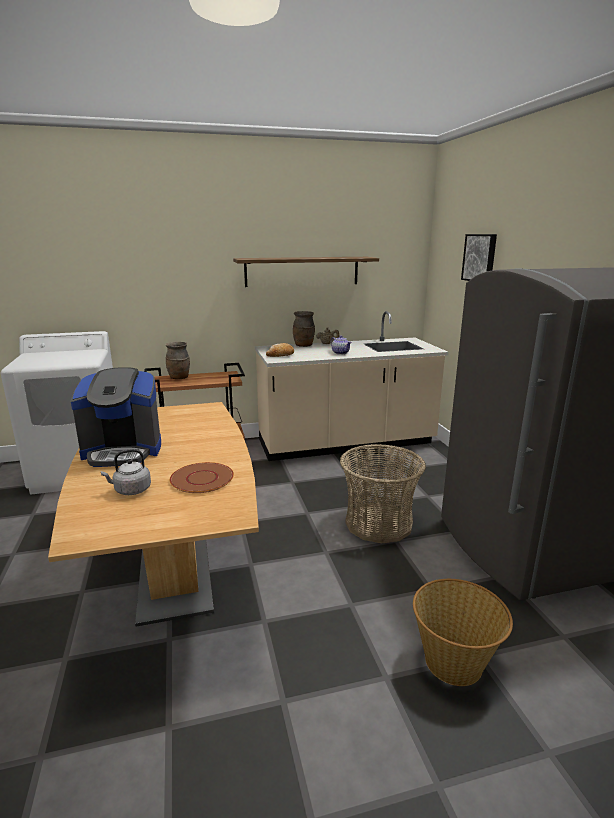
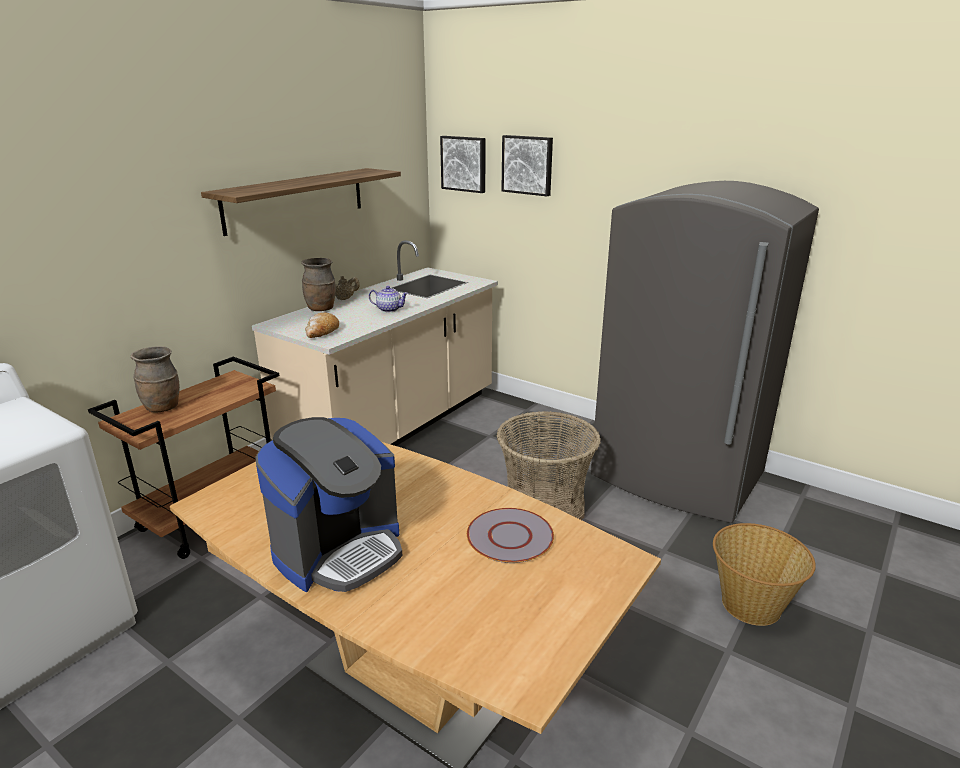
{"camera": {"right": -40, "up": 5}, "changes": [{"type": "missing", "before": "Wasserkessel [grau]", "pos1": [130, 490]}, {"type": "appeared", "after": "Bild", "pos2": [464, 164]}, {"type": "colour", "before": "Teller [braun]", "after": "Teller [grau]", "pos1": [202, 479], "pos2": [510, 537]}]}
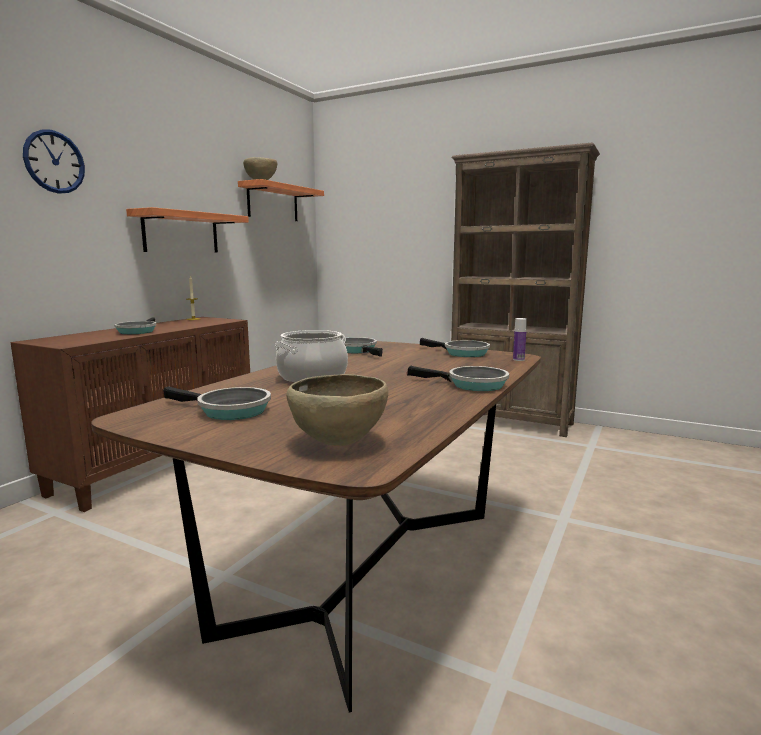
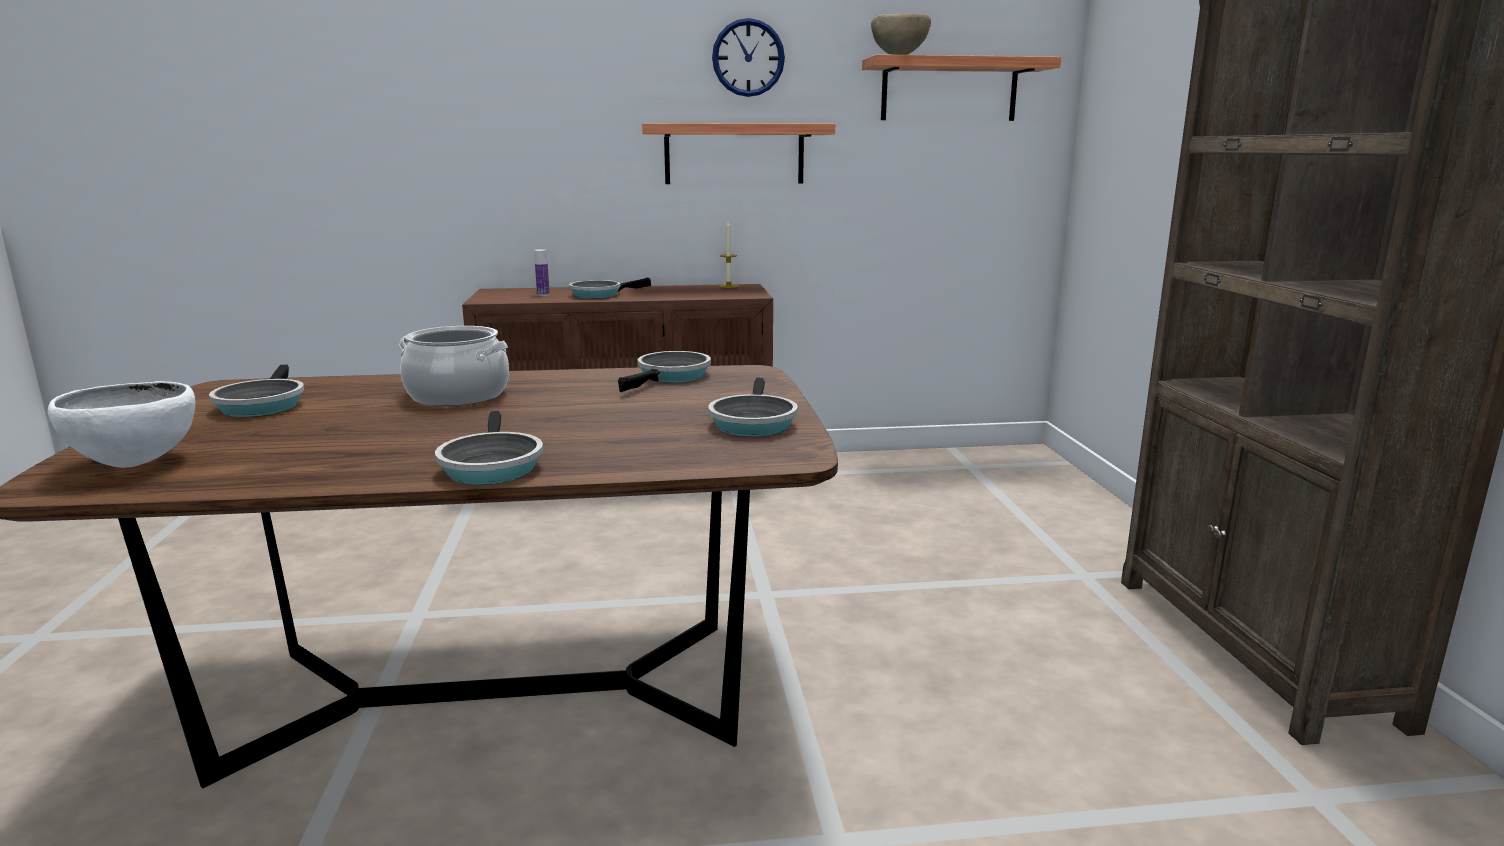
{"camera": {"right": 55, "up": 5}, "changes": [{"type": "relocated", "before": "Wanduhr", "pos1": [54, 162], "pos2": [748, 58]}, {"type": "relocated", "before": "Flasche", "pos1": [518, 359], "pos2": [543, 294]}, {"type": "colour", "before": "Schüssel [braun]", "after": "Schüssel [weiß]", "pos1": [339, 443], "pos2": [136, 464]}]}
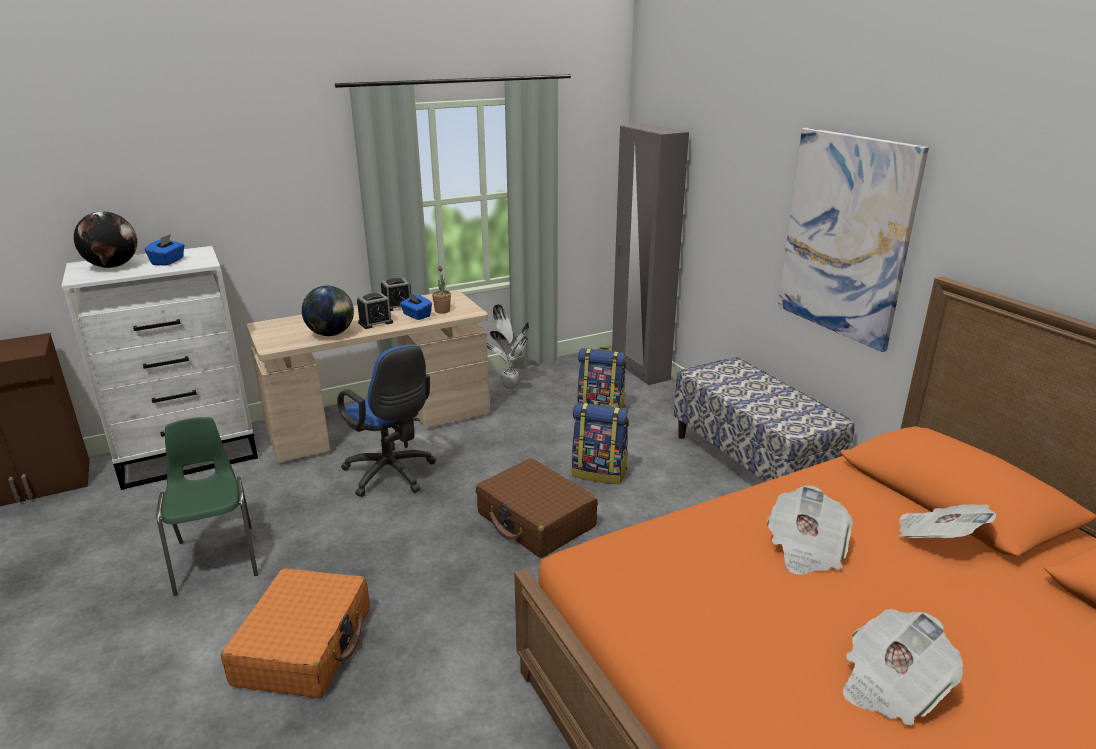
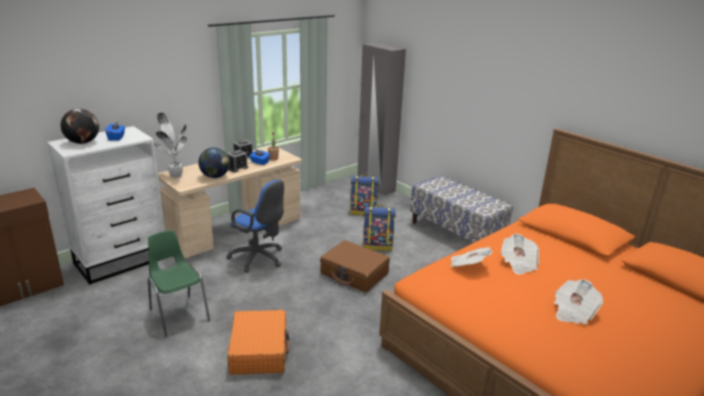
{"camera": {"right": -15, "up": 0}, "changes": [{"type": "missing", "before": "Bild", "pos1": [846, 236]}, {"type": "relocated", "before": "Topfpflanze", "pos1": [509, 387], "pos2": [175, 175]}, {"type": "relocated", "before": "Zeitung", "pos1": [936, 538], "pos2": [468, 266]}]}
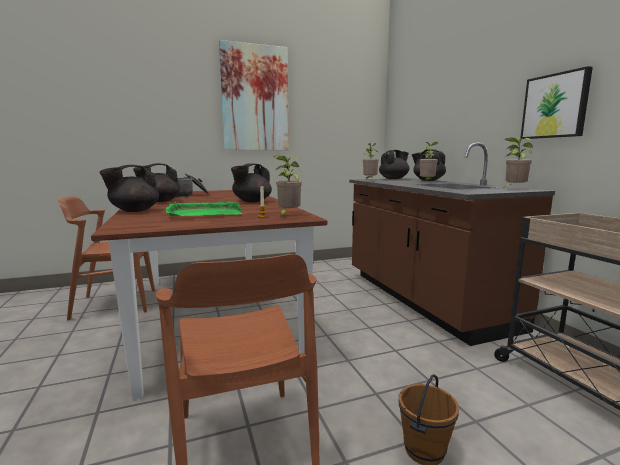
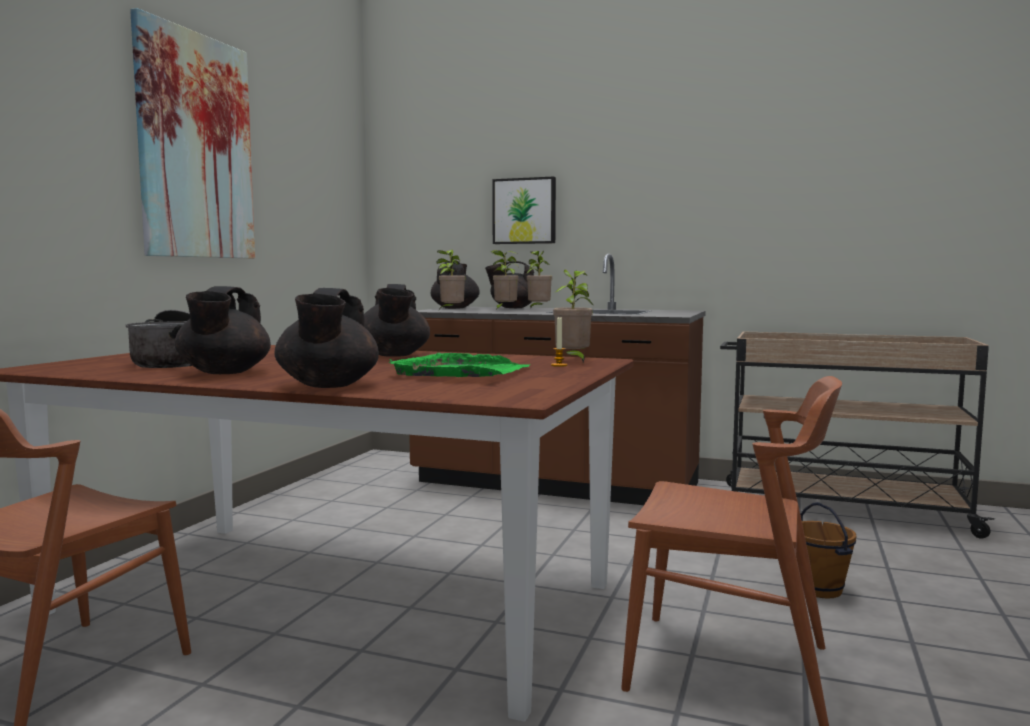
{"camera": {"right": -50, "up": -5}, "changes": [{"type": "relocated", "before": "Topfpflanze", "pos1": [513, 189], "pos2": [504, 310]}, {"type": "relocated", "before": "Bild", "pos1": [555, 106], "pos2": [524, 211]}]}
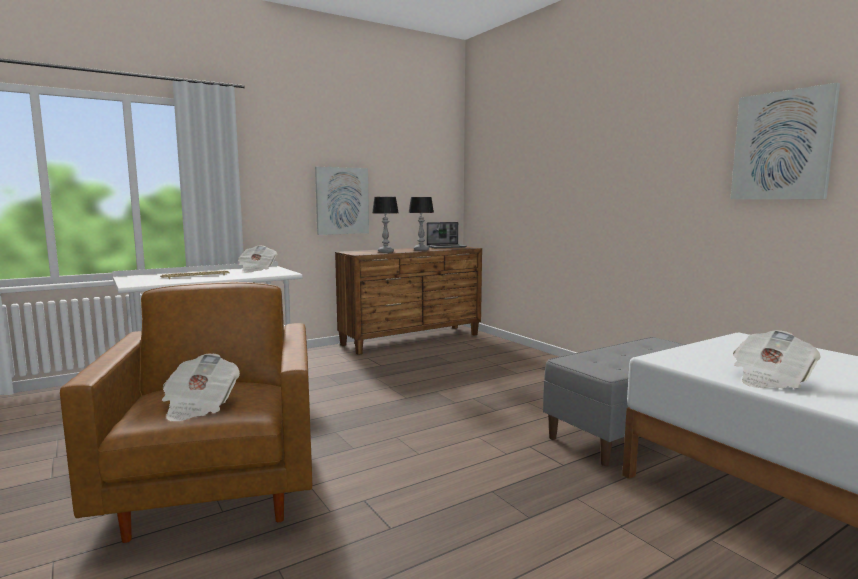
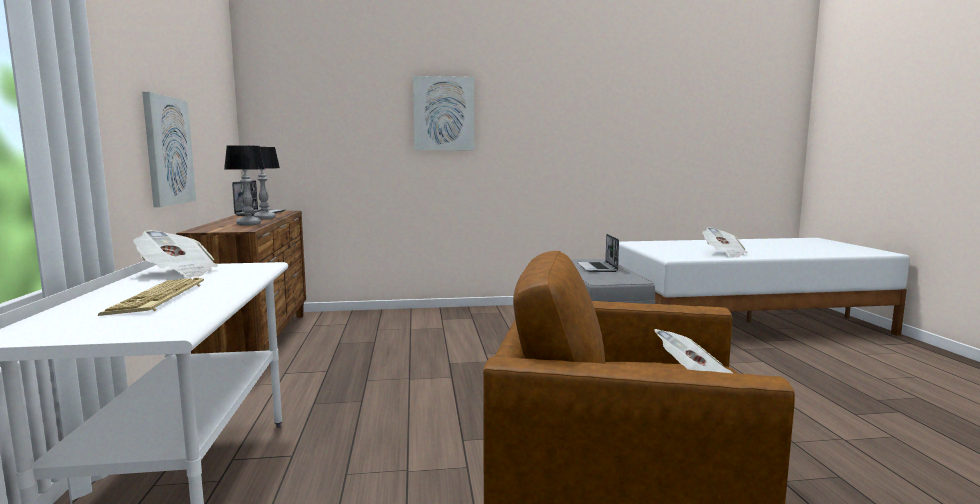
{"camera": {"right": -65, "up": 0}, "changes": [{"type": "appeared", "after": "Laptop", "pos2": [597, 268]}, {"type": "relocated", "before": "Bild", "pos1": [782, 146], "pos2": [443, 114]}]}
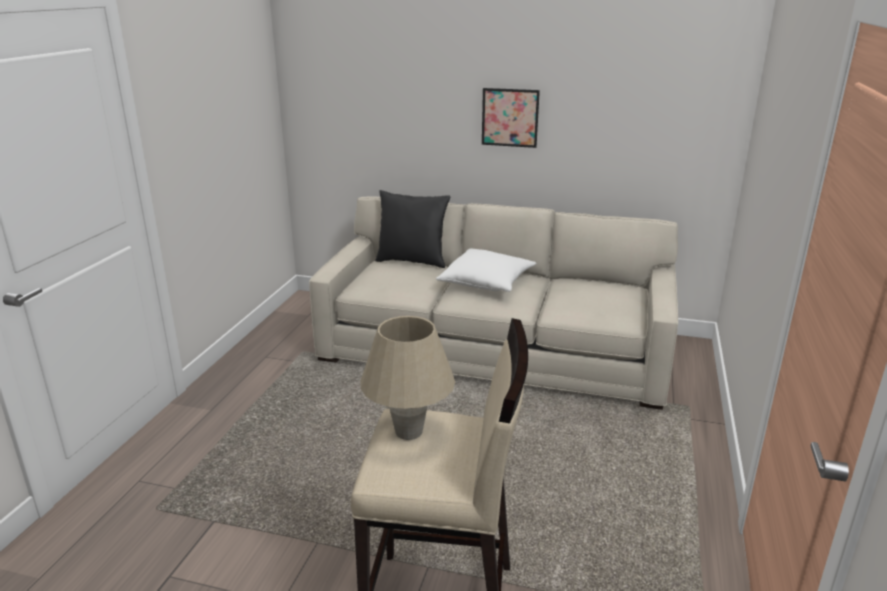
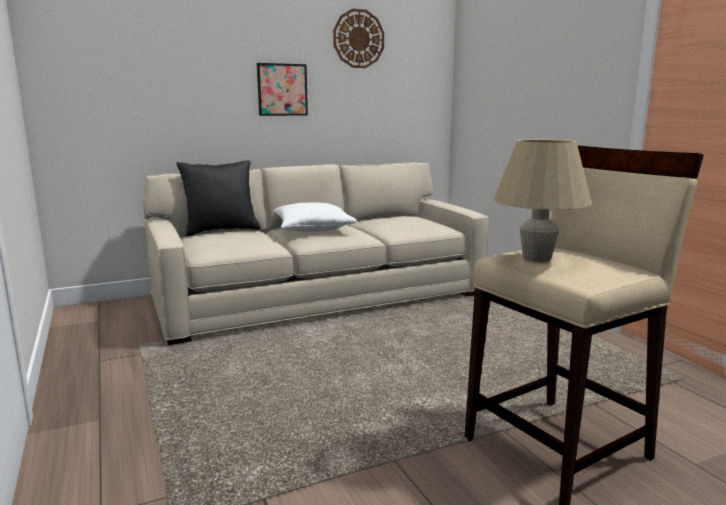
{"camera": {"right": -40, "up": -10}, "changes": [{"type": "appeared", "after": "Wanduhr", "pos2": [358, 39]}]}
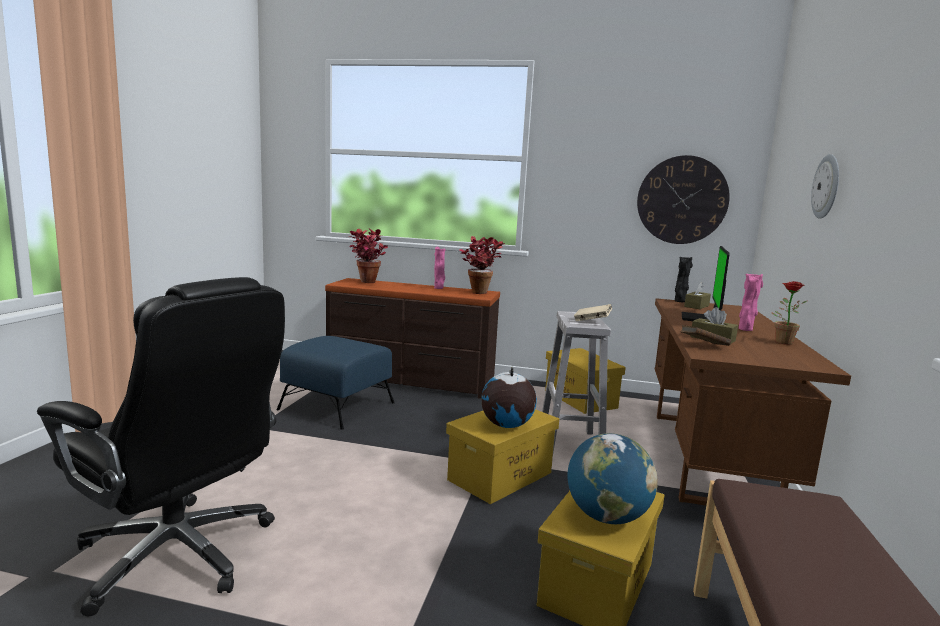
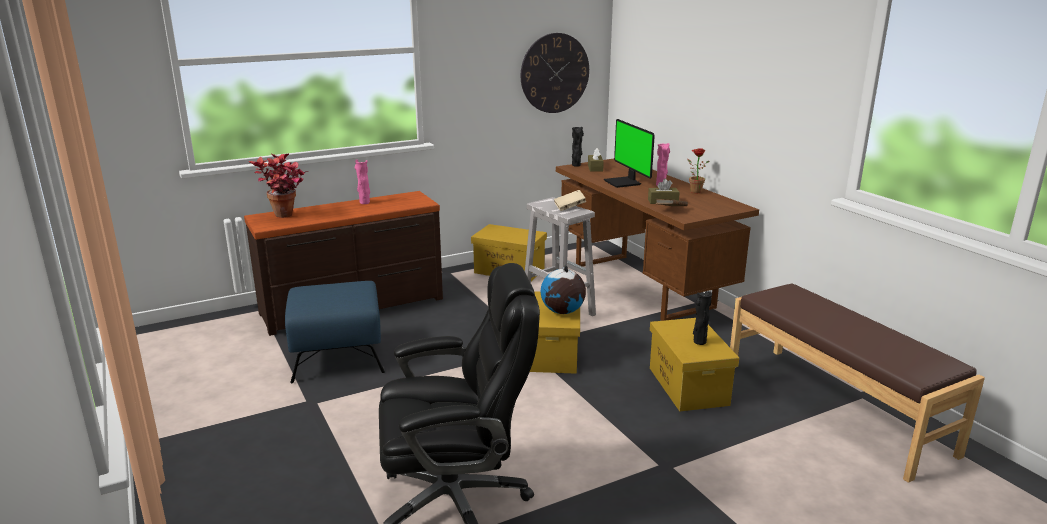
{"camera": {"right": -40, "up": 10}, "changes": [{"type": "missing", "before": "Topfpflanze", "pos1": [479, 292]}, {"type": "missing", "before": "Wanduhr", "pos1": [827, 186]}, {"type": "exchanged", "before": "Globus", "after": "Vase [schwarz]", "pos1": [606, 517], "pos2": [699, 342]}]}
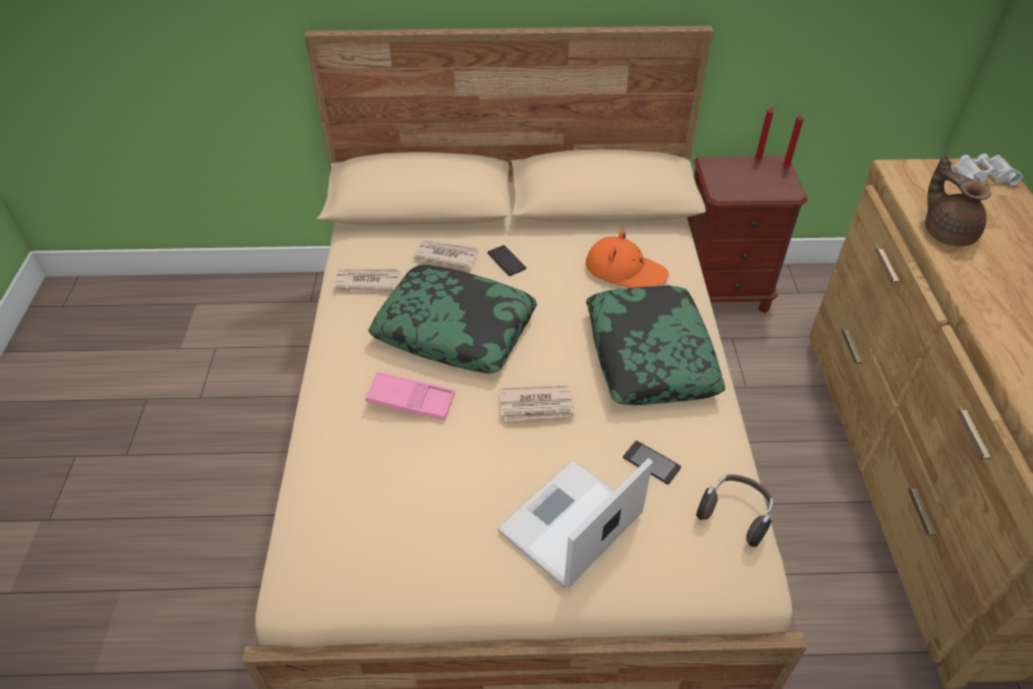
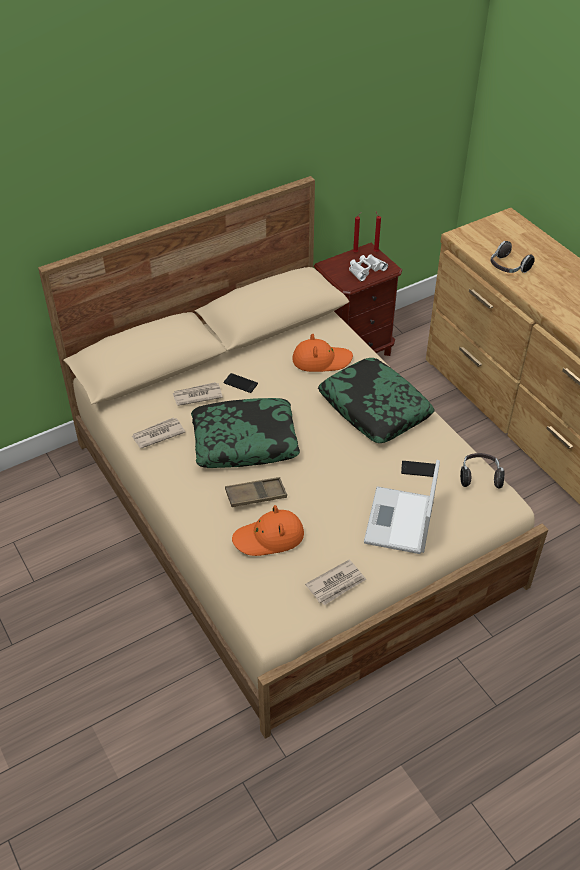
{"camera": {"right": -30, "up": 0}, "changes": [{"type": "appeared", "after": "Hut [orange]", "pos2": [269, 537]}, {"type": "relocated", "before": "Zeitung", "pos1": [537, 406], "pos2": [336, 584]}, {"type": "relocated", "before": "Fernglas [weiß]", "pos1": [981, 175], "pos2": [365, 269]}, {"type": "exchanged", "before": "Teekanne [braun]", "after": "Kopfhörer", "pos1": [947, 232], "pos2": [508, 268]}, {"type": "colour", "before": "Tablett [rosa]", "after": "Tablett [braun]", "pos1": [411, 400], "pos2": [256, 495]}]}
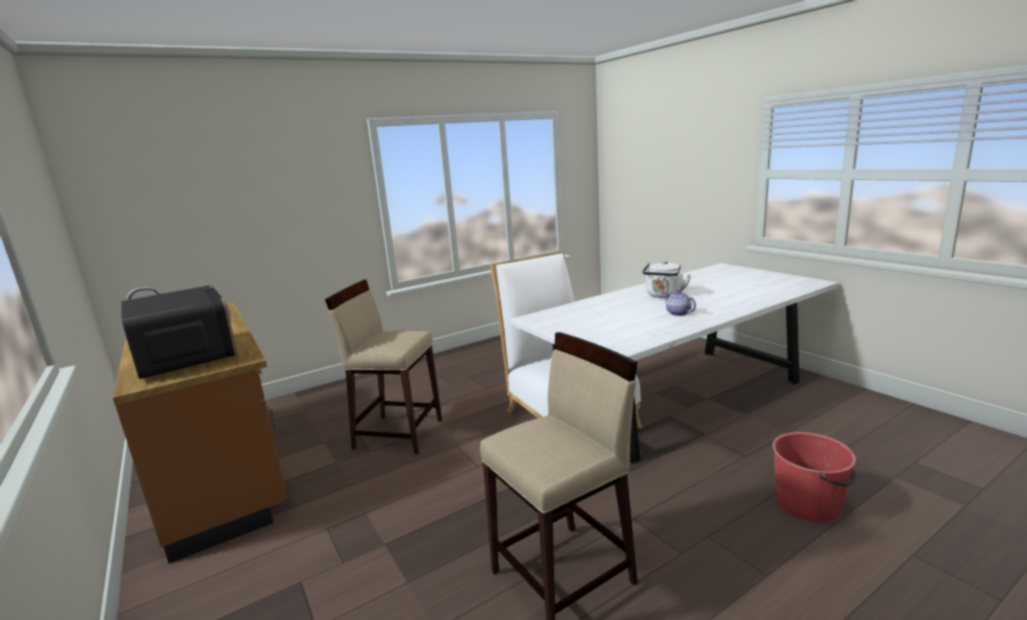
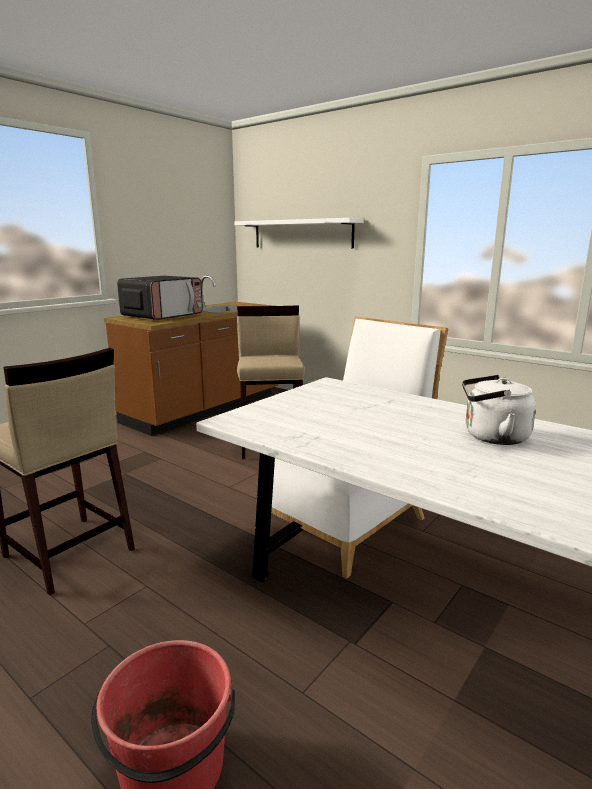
{"camera": {"right": 70, "up": 0}, "changes": [{"type": "missing", "before": "Teekanne", "pos1": [678, 313]}, {"type": "appeared", "after": "Wandregal [weiß]", "pos2": [302, 234]}]}
